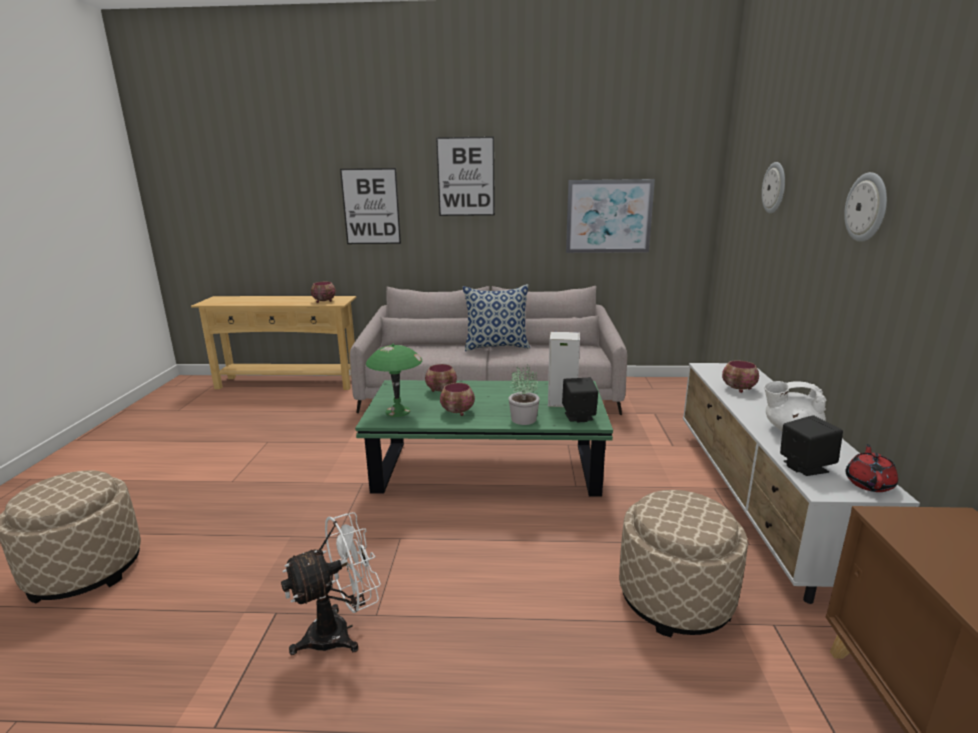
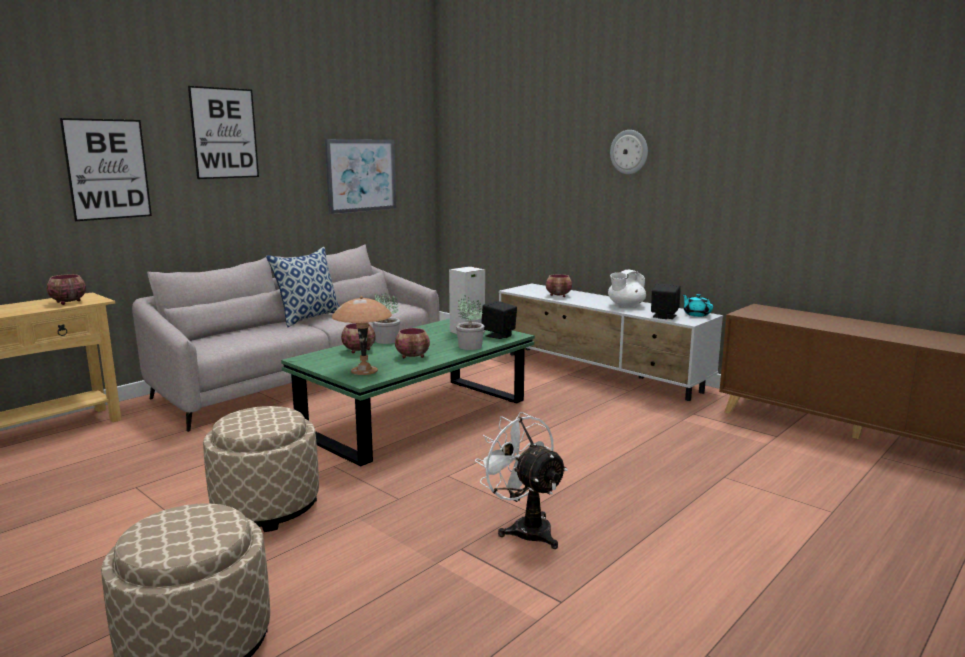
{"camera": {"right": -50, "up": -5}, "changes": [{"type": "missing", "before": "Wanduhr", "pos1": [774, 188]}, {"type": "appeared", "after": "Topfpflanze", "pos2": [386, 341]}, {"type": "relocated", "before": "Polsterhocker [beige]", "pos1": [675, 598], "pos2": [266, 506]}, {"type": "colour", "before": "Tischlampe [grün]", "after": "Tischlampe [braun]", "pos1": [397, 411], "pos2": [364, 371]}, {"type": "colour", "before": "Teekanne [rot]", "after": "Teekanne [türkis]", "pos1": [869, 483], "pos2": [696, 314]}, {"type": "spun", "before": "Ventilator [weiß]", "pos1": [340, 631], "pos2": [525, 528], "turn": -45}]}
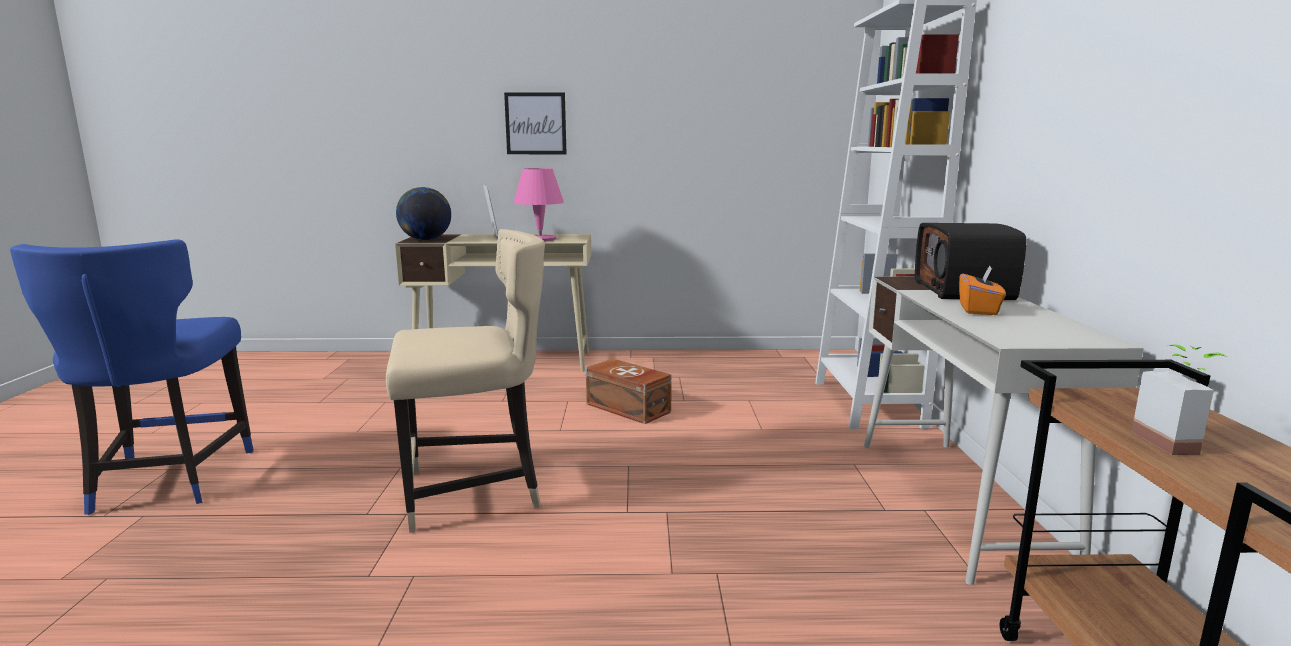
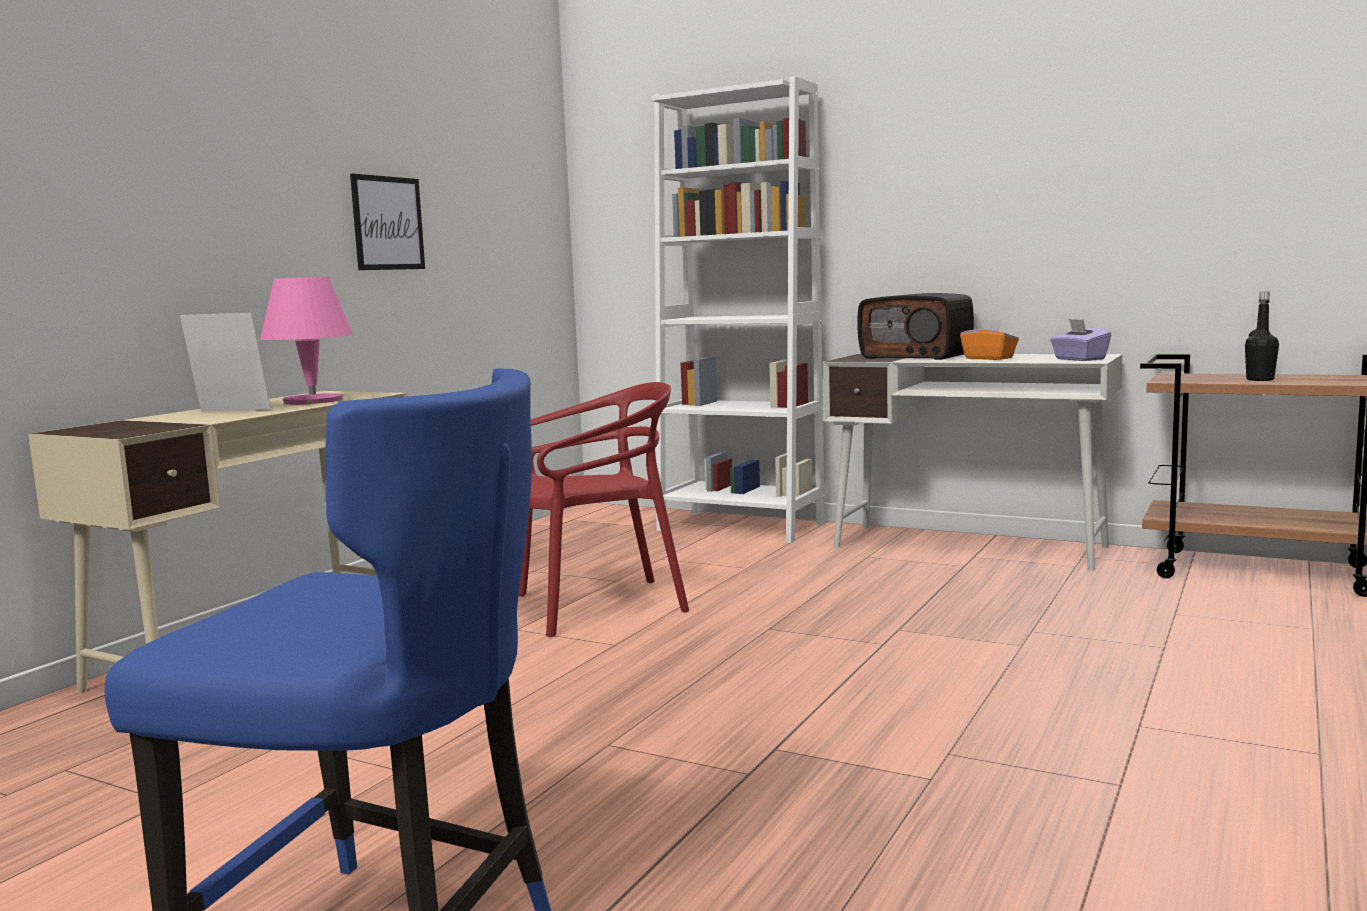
{"camera": {"right": -60, "up": -5}, "changes": [{"type": "missing", "before": "Stuhl [beige]", "pos1": [476, 492]}, {"type": "missing", "before": "Globus", "pos1": [425, 240]}, {"type": "appeared", "after": "Taschentuchbox [lila]", "pos2": [1079, 359]}, {"type": "relocated", "before": "Bild", "pos1": [535, 123], "pos2": [388, 223]}, {"type": "exchanged", "before": "Aufbewahrungsbox [braun]", "after": "Stuhl [rot]", "pos1": [628, 408], "pos2": [599, 606]}, {"type": "exchanged", "before": "Topfpflanze", "after": "Flasche [schwarz]", "pos1": [1176, 442], "pos2": [1260, 379]}]}
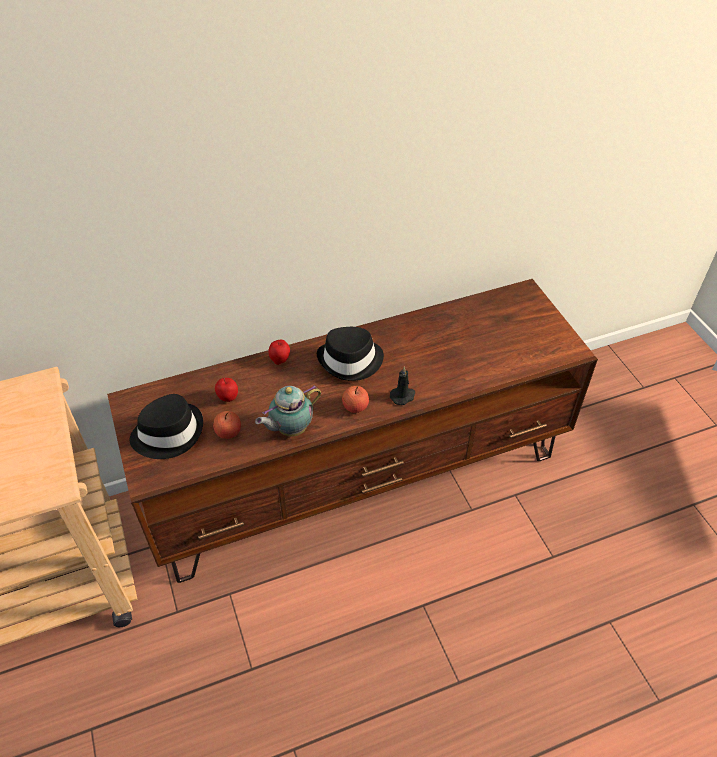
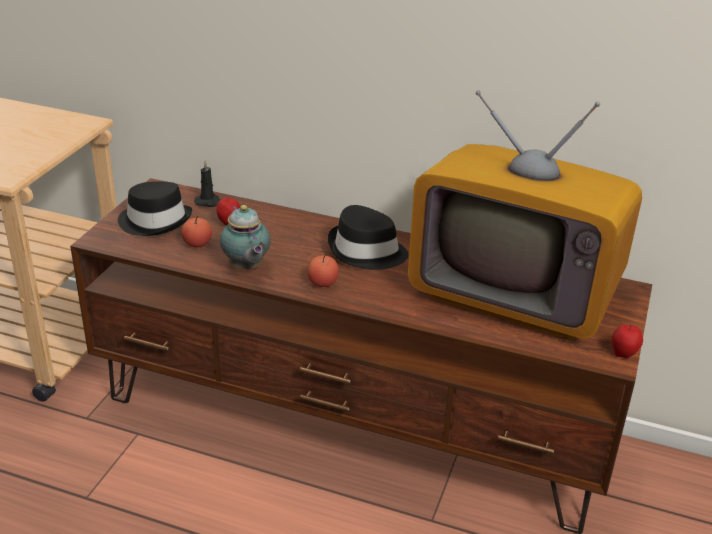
{"camera": {"right": 40, "up": -15}, "changes": [{"type": "appeared", "after": "Fernseher", "pos2": [516, 291]}, {"type": "relocated", "before": "Apfel", "pos1": [280, 360], "pos2": [623, 354]}, {"type": "relocated", "before": "Kerze [schwarz]", "pos1": [403, 396], "pos2": [209, 202]}, {"type": "spun", "before": "Teekanne", "pos1": [290, 429], "pos2": [246, 267], "turn": -120}]}
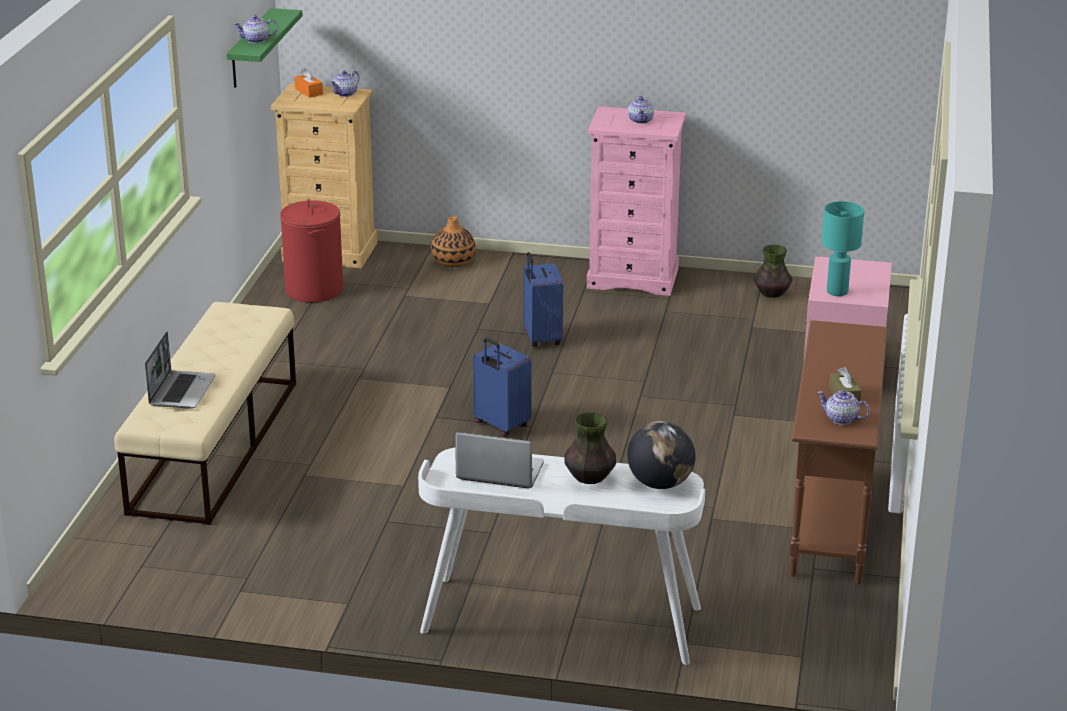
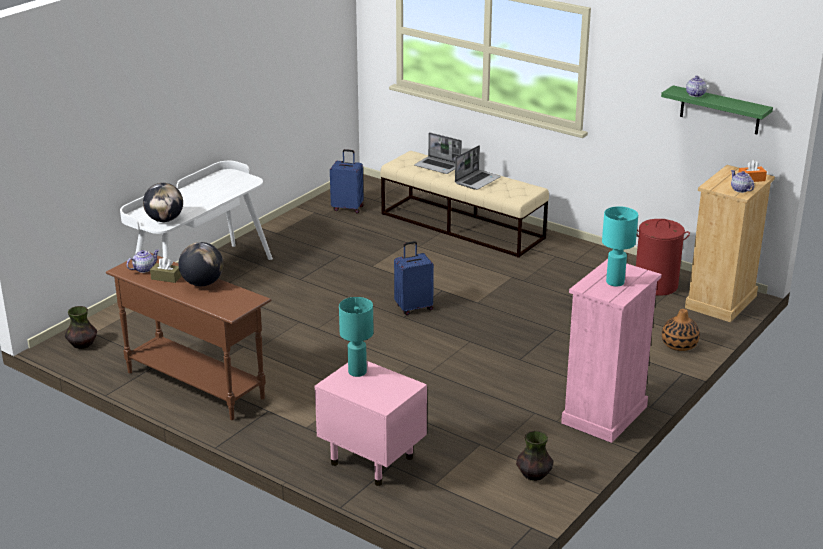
{"camera": {"right": 115, "up": 0}, "changes": [{"type": "appeared", "after": "Globus", "pos2": [202, 283]}, {"type": "relocated", "before": "Laptop", "pos1": [498, 472], "pos2": [477, 180]}, {"type": "relocated", "before": "Koffer [blau]", "pos1": [541, 338], "pos2": [348, 208]}, {"type": "relocated", "before": "Vase", "pos1": [589, 478], "pos2": [82, 345]}, {"type": "exchanged", "before": "Teekanne", "after": "Tischlampe [türkis]", "pos1": [641, 120], "pos2": [615, 282]}]}
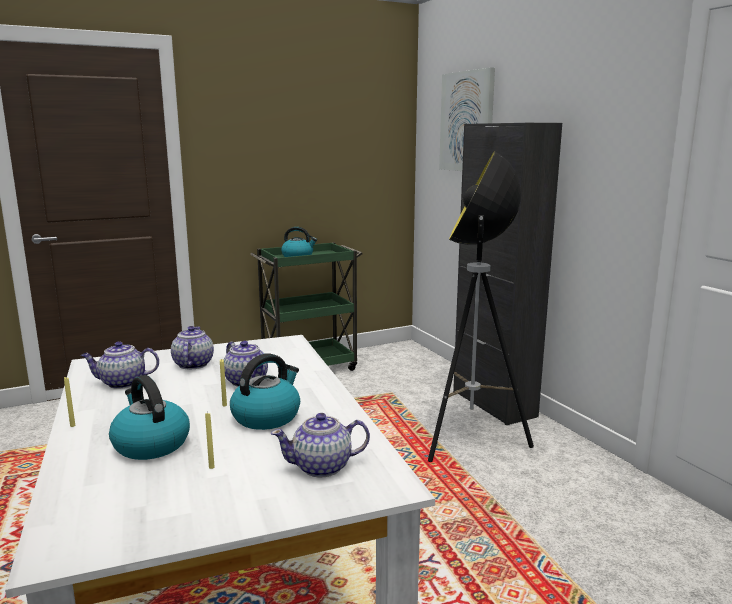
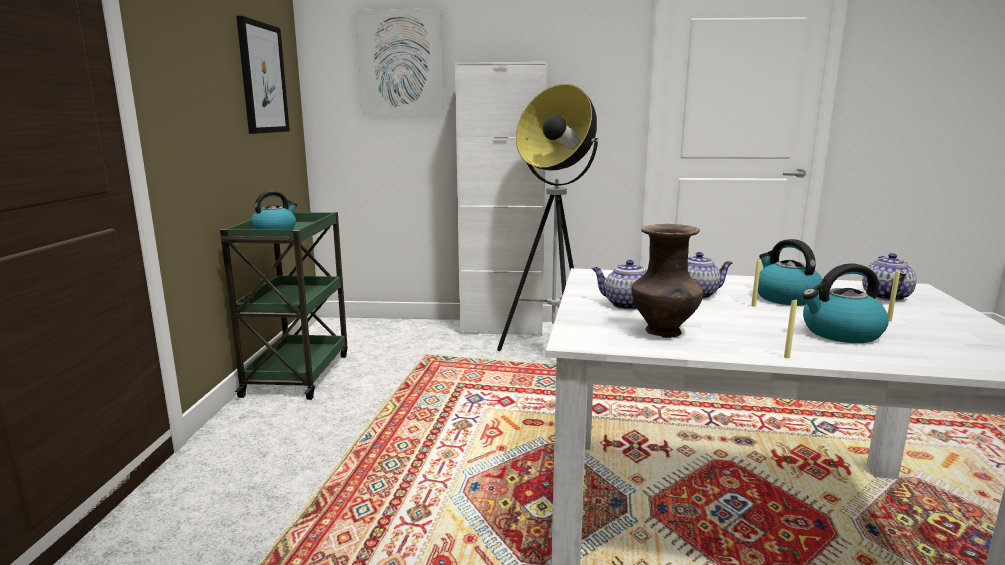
{"camera": {"right": -60, "up": 0}, "changes": [{"type": "appeared", "after": "Bild", "pos2": [262, 78]}, {"type": "exchanged", "before": "Teekanne", "after": "Vase [braun]", "pos1": [122, 383], "pos2": [664, 332]}, {"type": "colour", "before": "Schrank [schwarz]", "after": "Schrank [weiß]", "pos1": [493, 403], "pos2": [502, 328]}]}
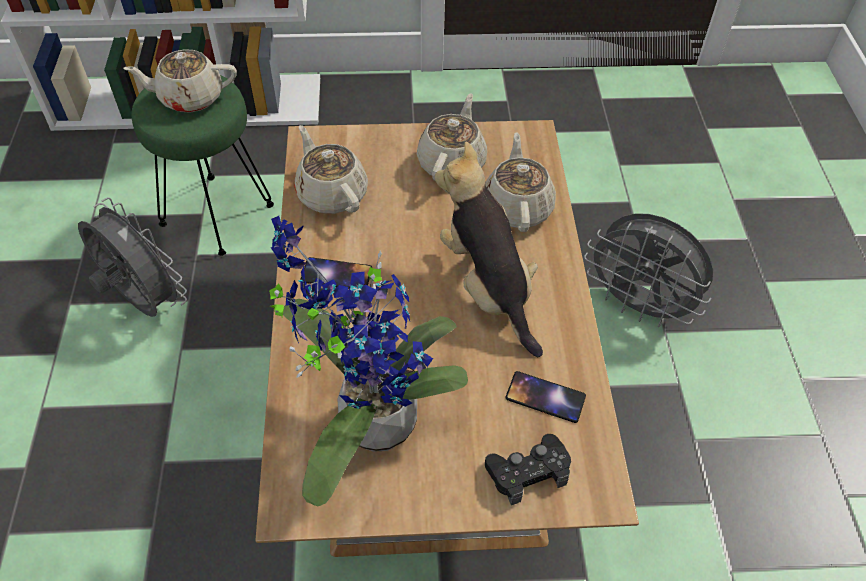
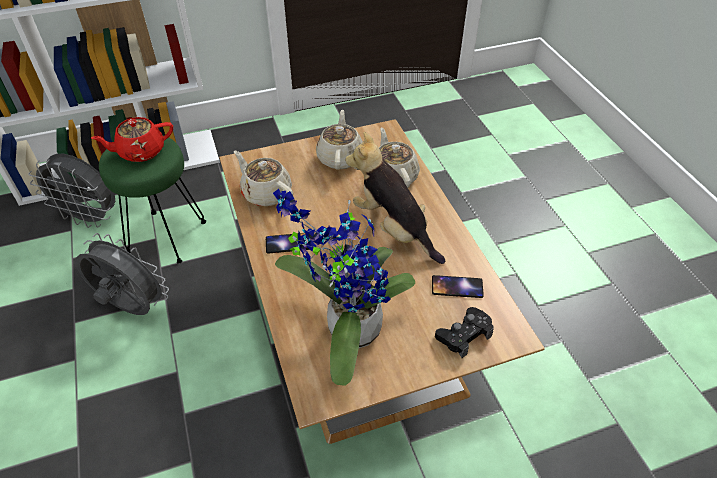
{"camera": {"right": -15, "up": -5}, "changes": [{"type": "relocated", "before": "Ventilator [grau]", "pos1": [638, 305], "pos2": [90, 218]}, {"type": "colour", "before": "Teekanne [beige]", "after": "Teekanne [rot]", "pos1": [189, 97], "pos2": [140, 151]}]}
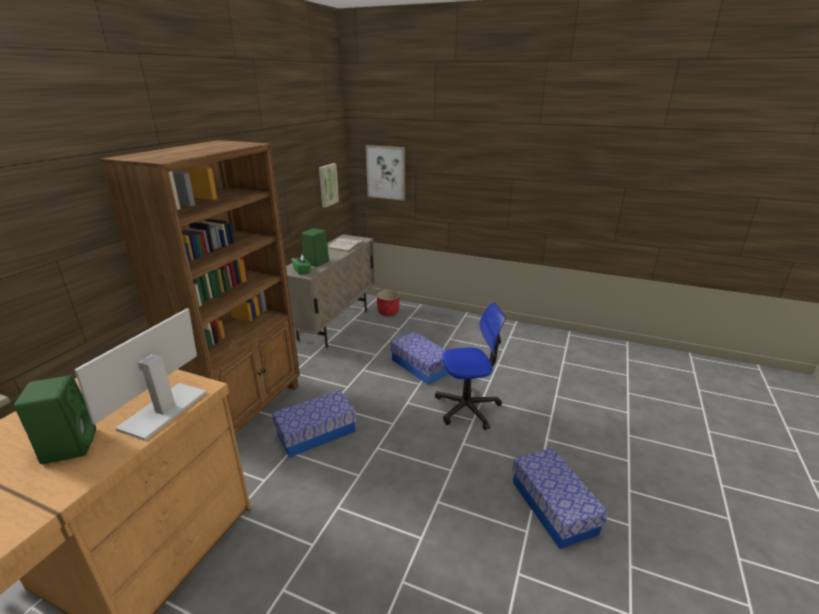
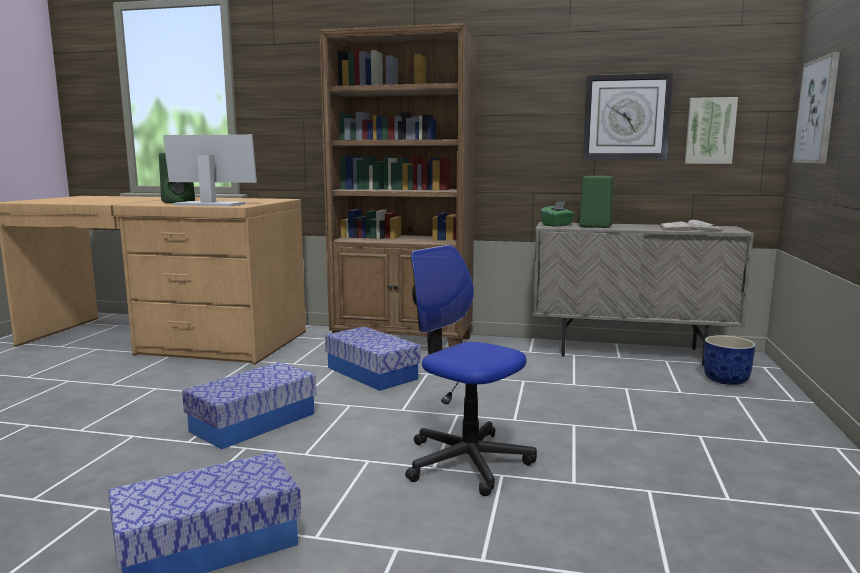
{"camera": {"right": 80, "up": -15}, "changes": [{"type": "appeared", "after": "Wanduhr", "pos2": [626, 117]}, {"type": "relocated", "before": "Aufbewahrungsbox", "pos1": [420, 366], "pos2": [253, 422]}, {"type": "colour", "before": "Pflanzkübel [rot]", "after": "Pflanzkübel [blau]", "pos1": [388, 313], "pos2": [726, 380]}, {"type": "spun", "before": "Bürostuhl", "pos1": [467, 408], "pos2": [466, 461], "turn": 150}]}
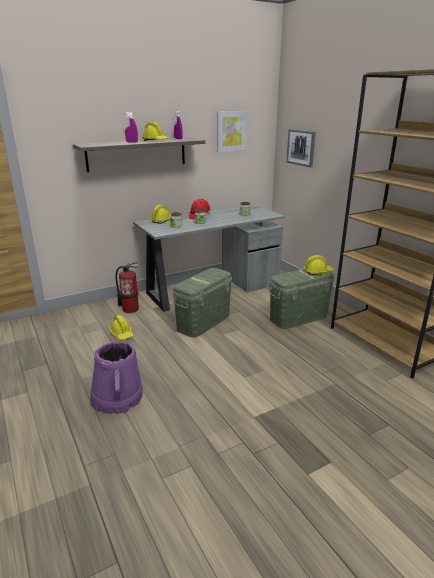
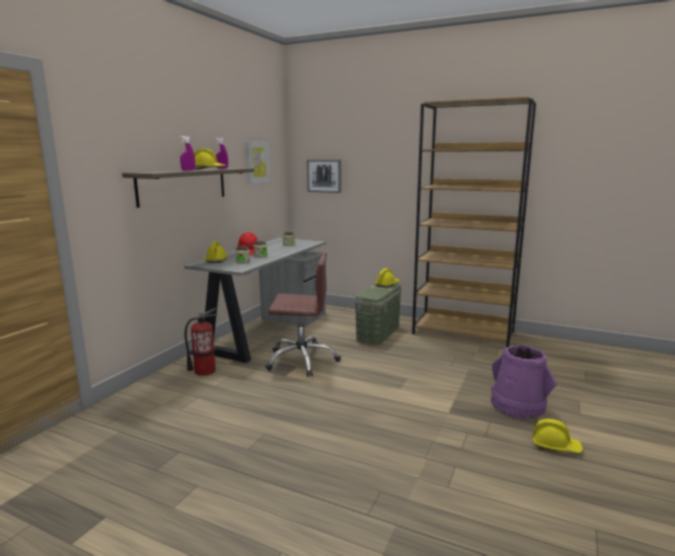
{"camera": {"right": -35, "up": -10}, "changes": [{"type": "relocated", "before": "Eimer [lila]", "pos1": [117, 398], "pos2": [518, 405]}, {"type": "relocated", "before": "Schutzhelm [gelb]", "pos1": [122, 334], "pos2": [555, 446]}, {"type": "exchanged", "before": "Aufbewahrungsbox [grün]", "after": "Bürostuhl [braun]", "pos1": [203, 322], "pos2": [302, 360]}]}
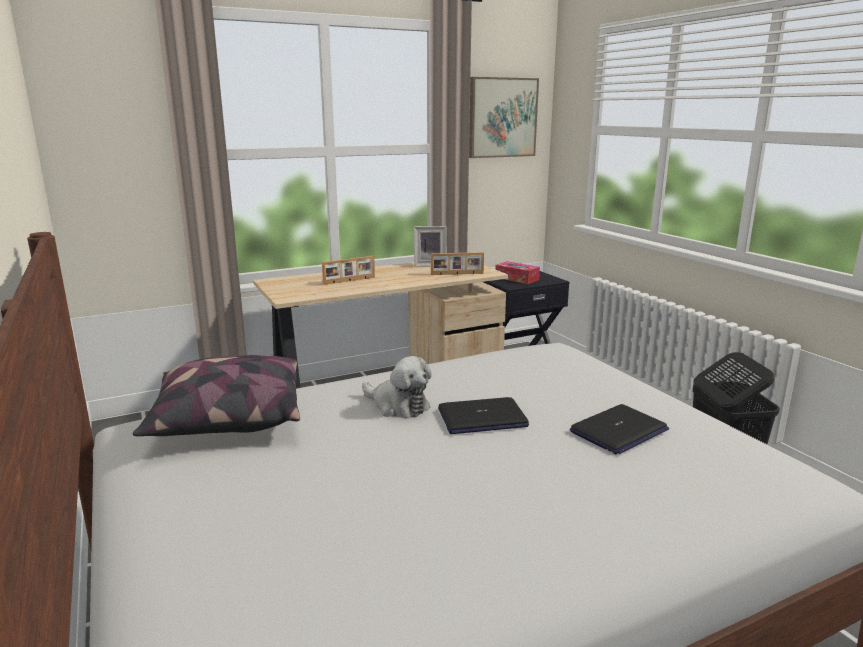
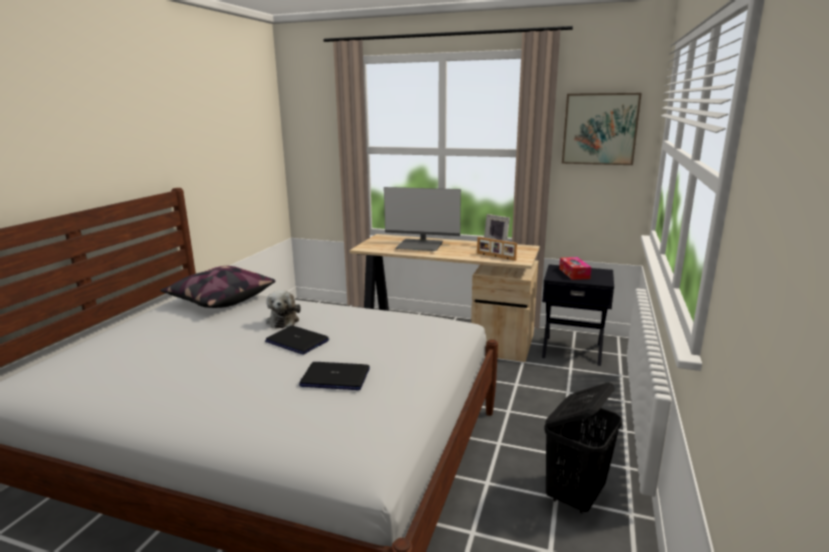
{"camera": {"right": 45, "up": 0}, "changes": [{"type": "exchanged", "before": "Bilderrahmen", "after": "Monitor", "pos1": [349, 281], "pos2": [420, 246]}]}
